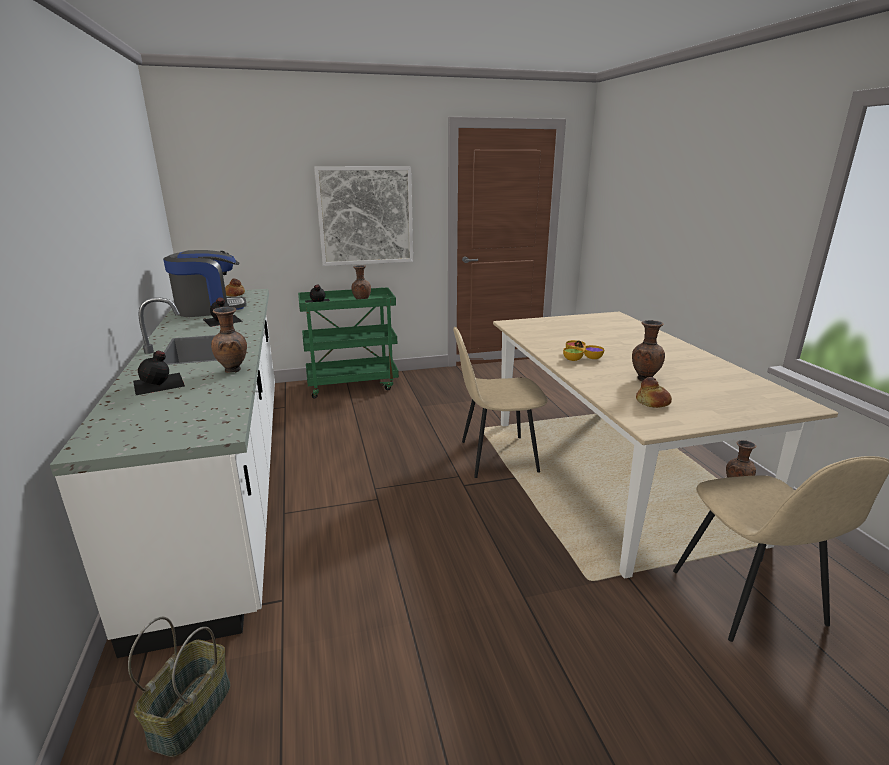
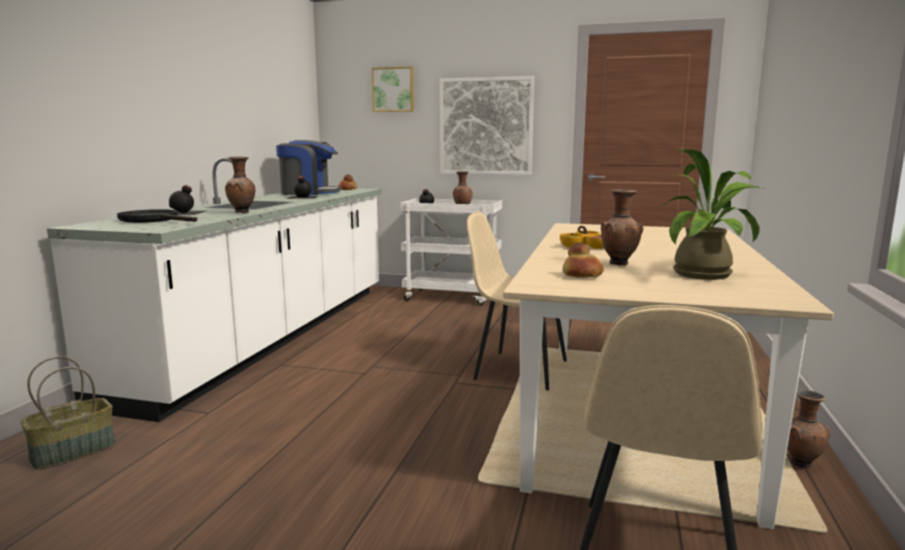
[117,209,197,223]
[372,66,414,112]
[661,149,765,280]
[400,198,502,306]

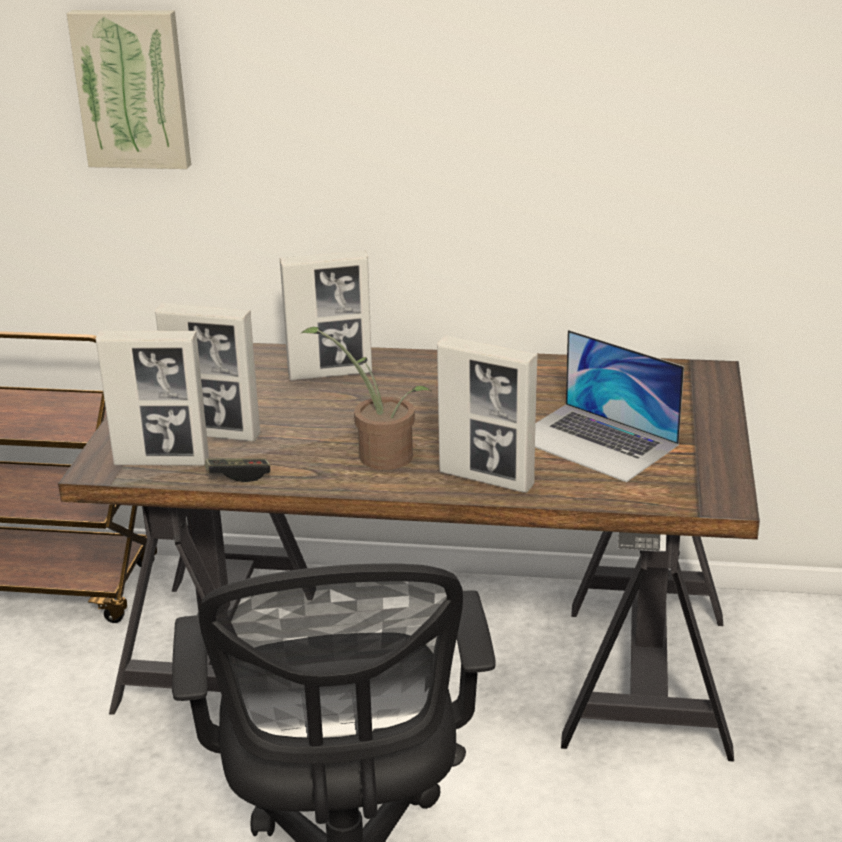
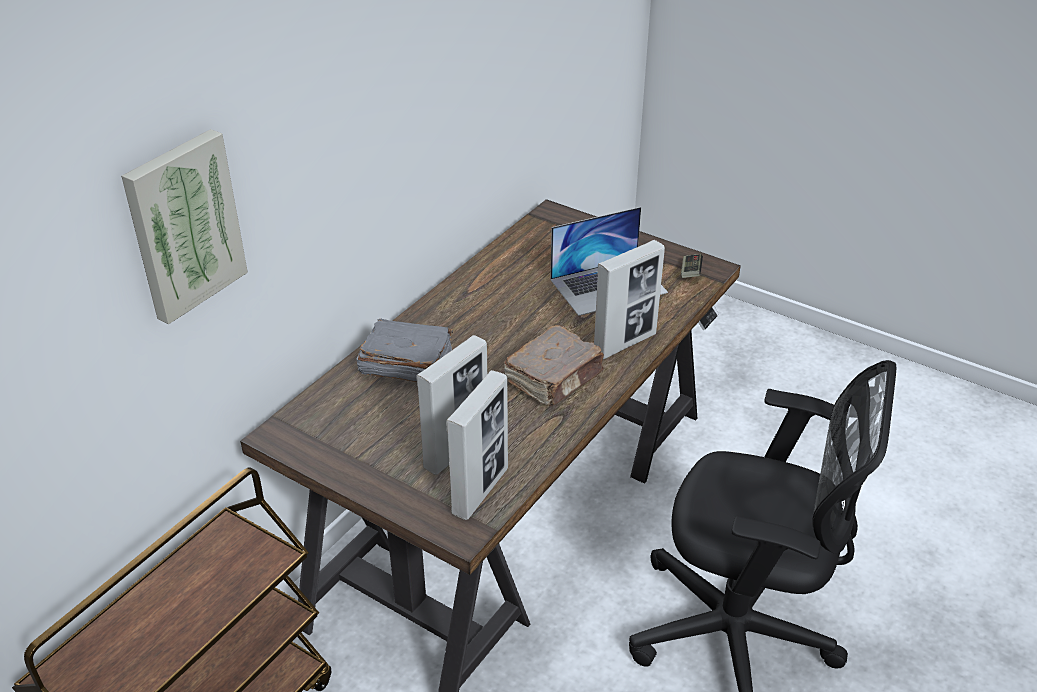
[681,254,703,278]
[356,319,453,382]
[504,325,604,406]

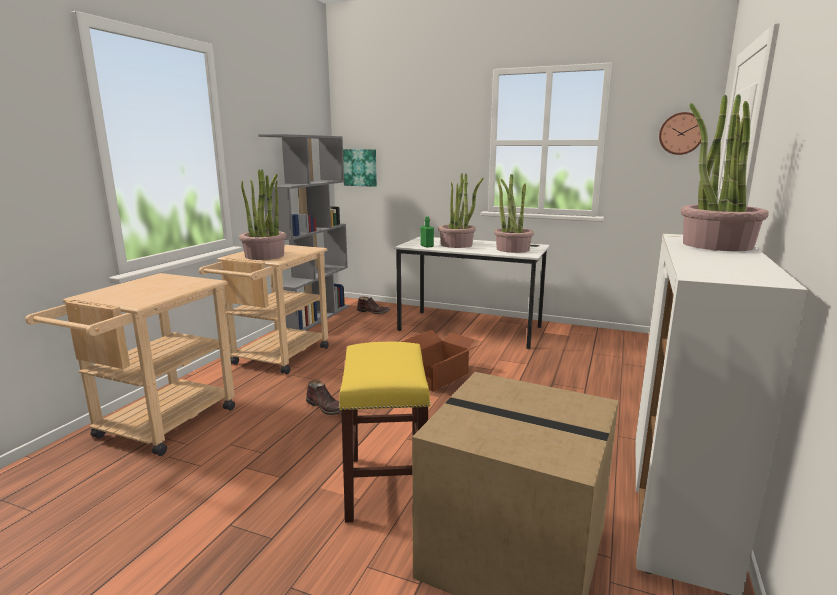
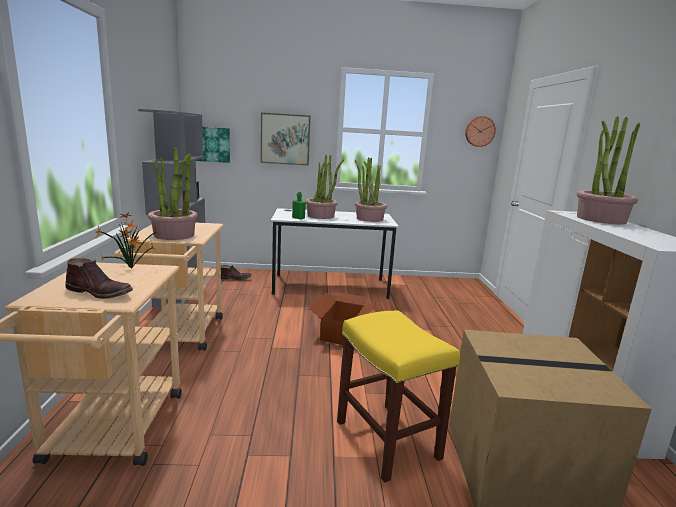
[96,212,160,268]
[260,113,310,165]
[65,258,133,299]

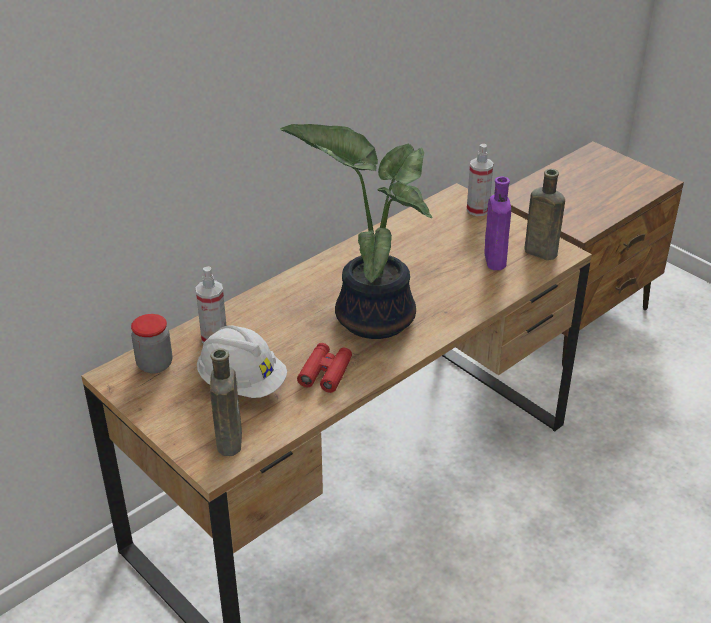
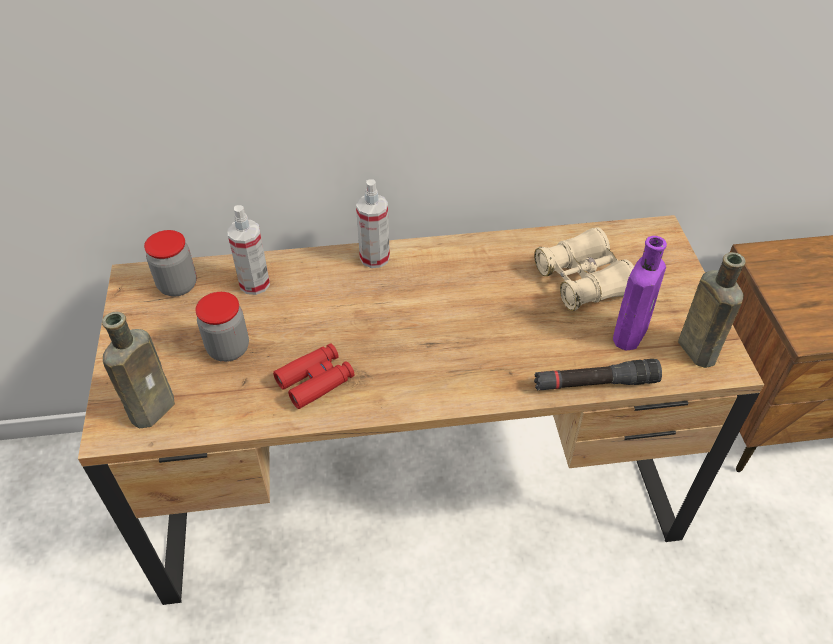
[280,124,433,339] (first image)
[534,227,634,311]
[534,359,662,390]
[356,179,390,268]
[196,292,249,362]

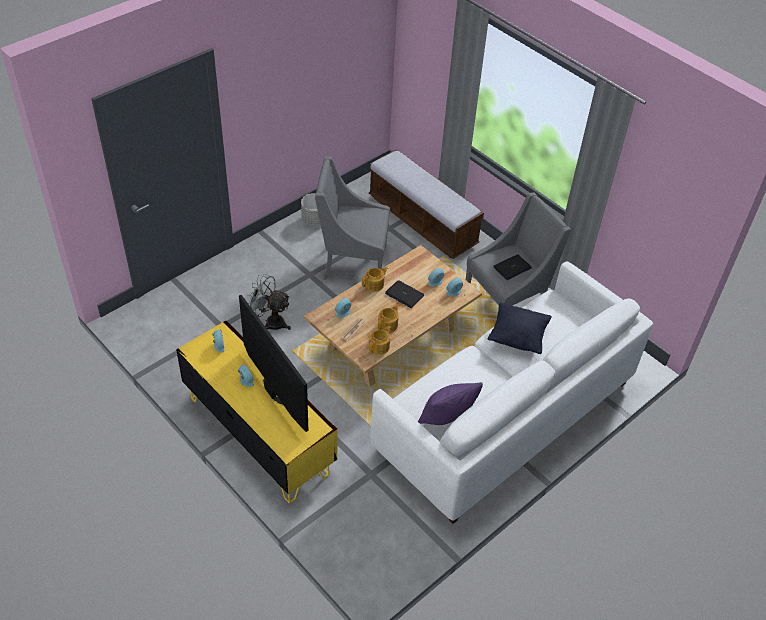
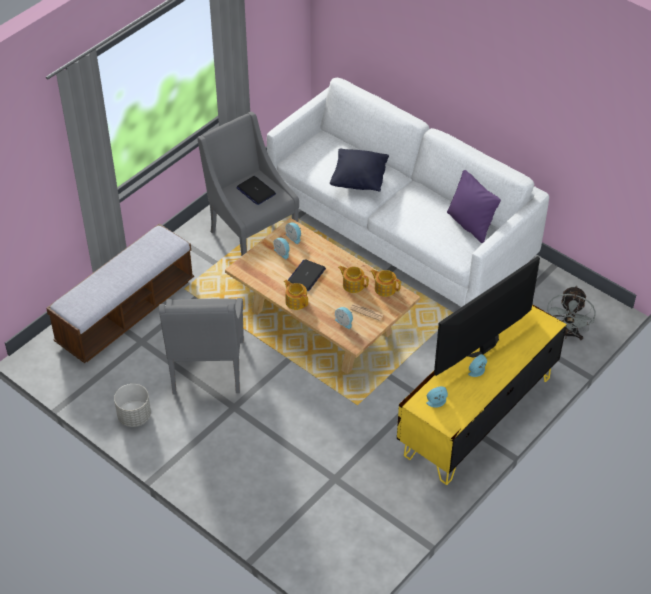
[546,285,596,340]

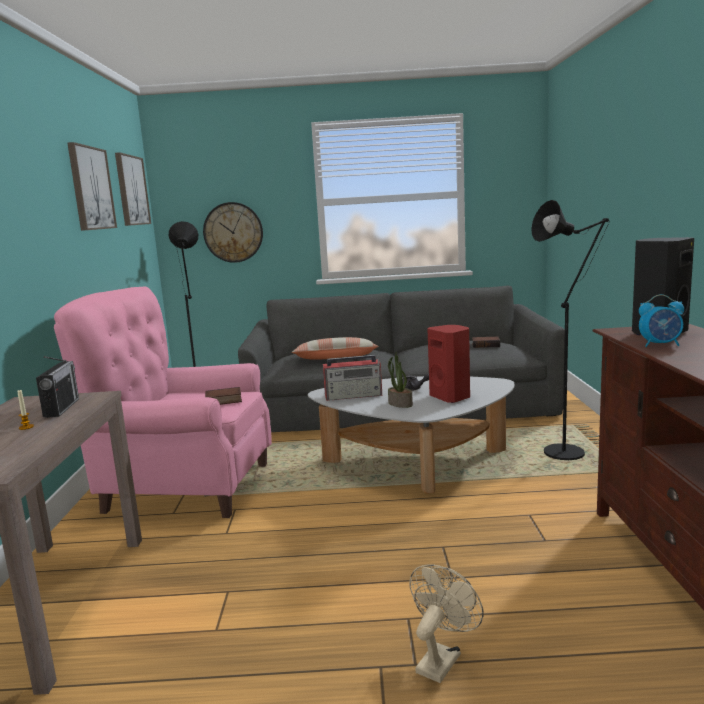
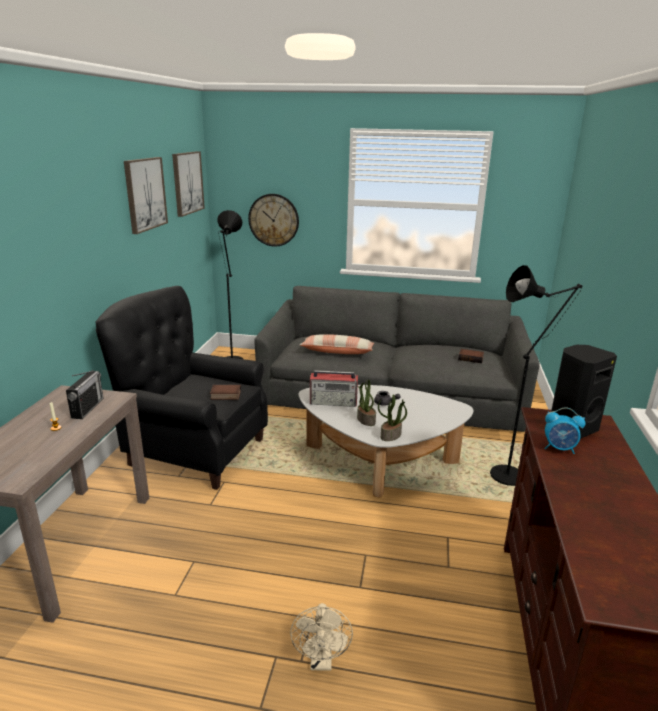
[428,325,470,403] (first image)
[378,394,407,441]
[95,286,268,490]
[290,603,353,671]

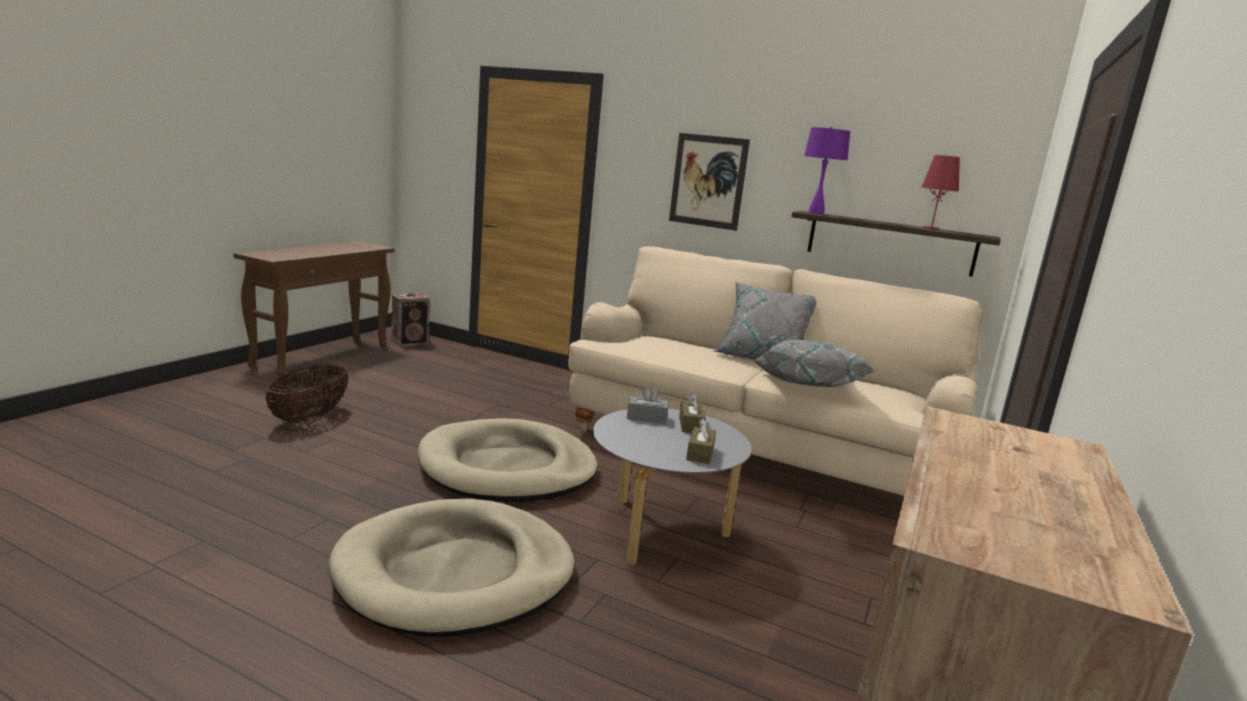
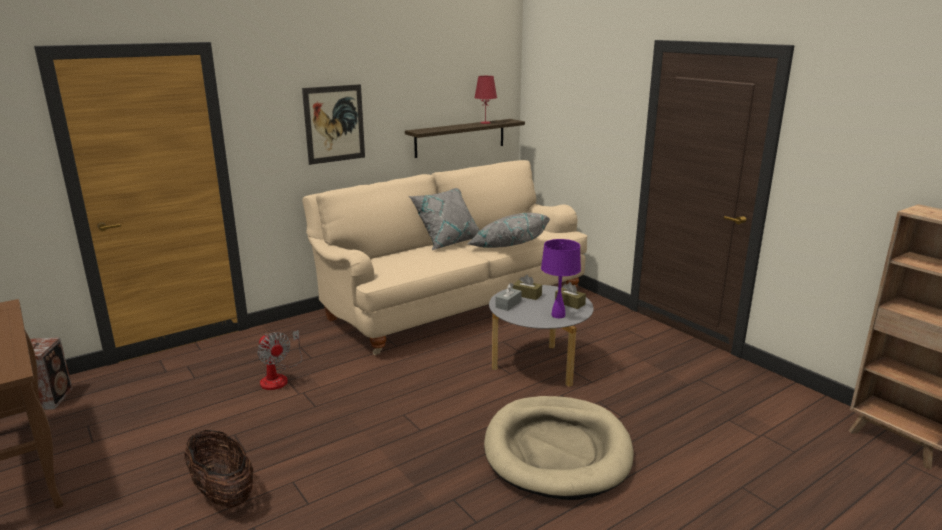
[418,419,598,502] (first image)
[257,330,302,390]
[541,239,581,318]

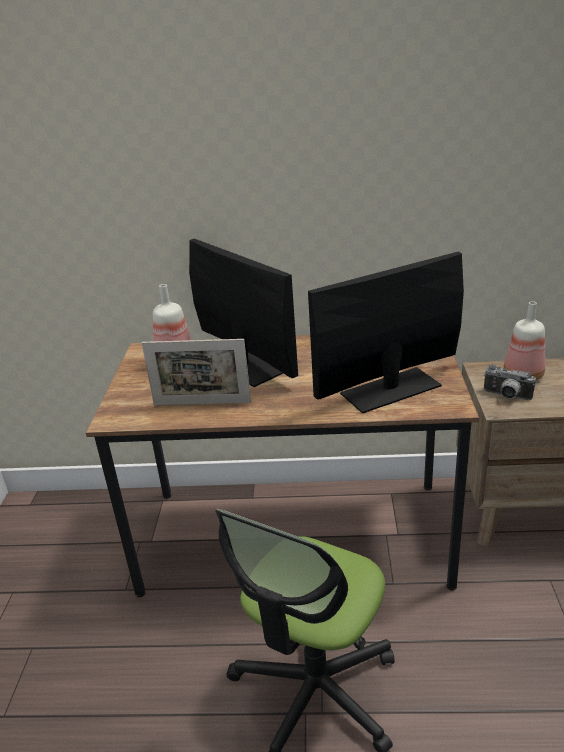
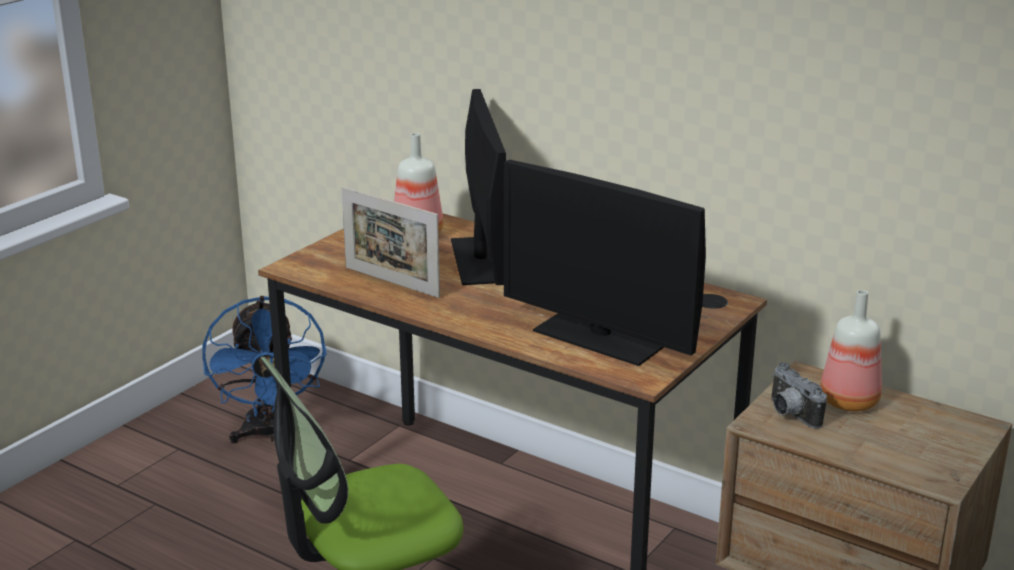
[202,296,327,443]
[504,160,706,366]

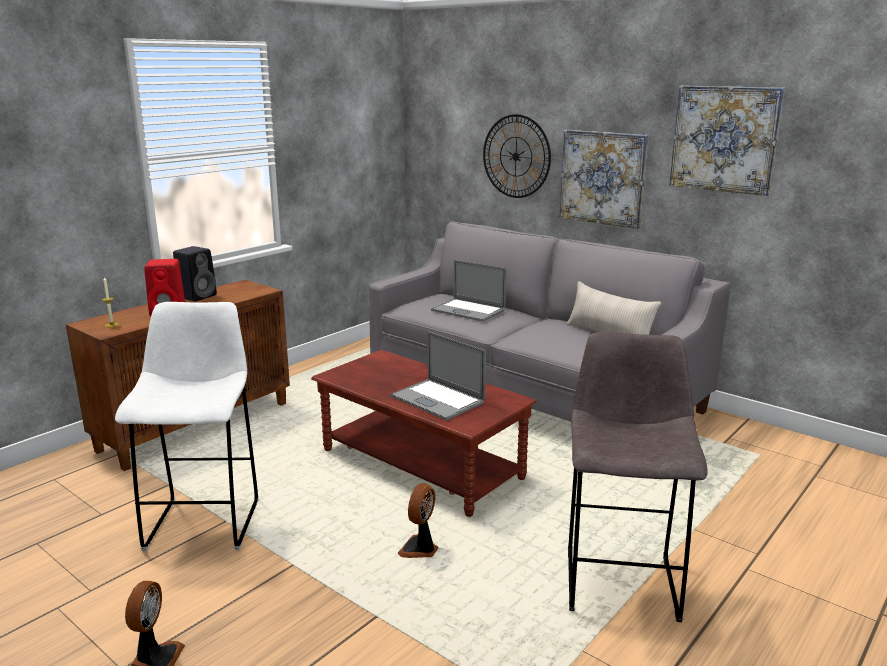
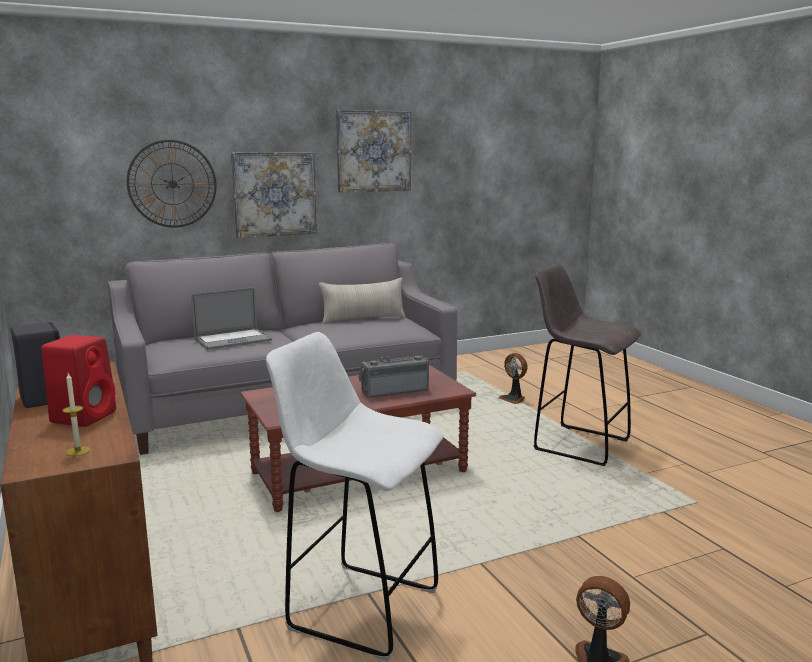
[499,353,528,404]
[358,355,429,398]

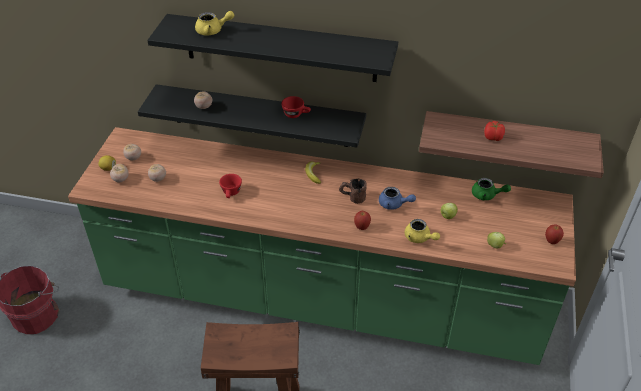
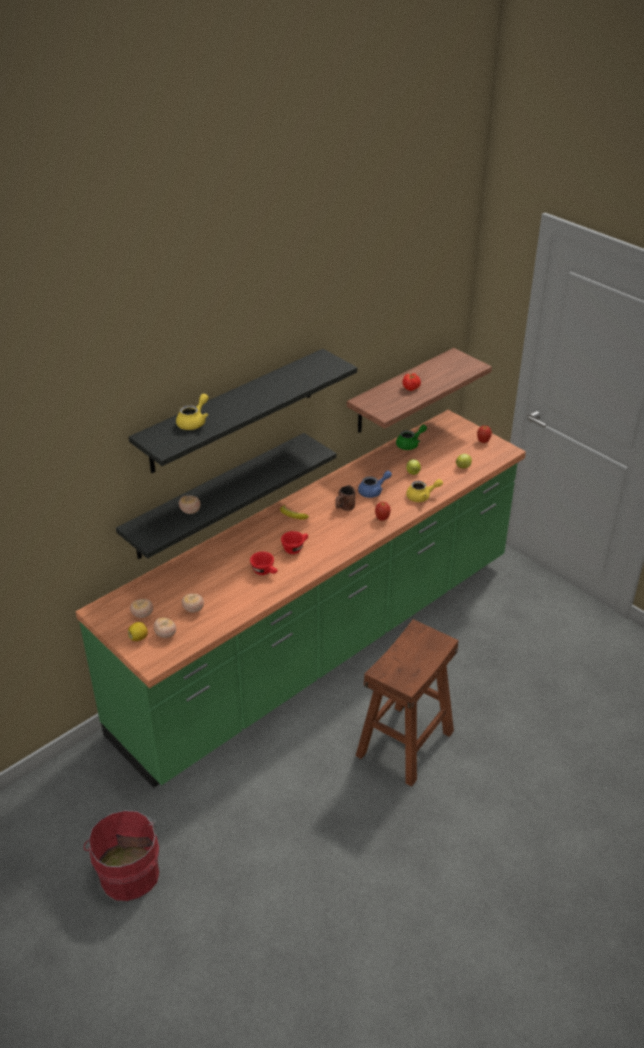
[281,531,308,554]

